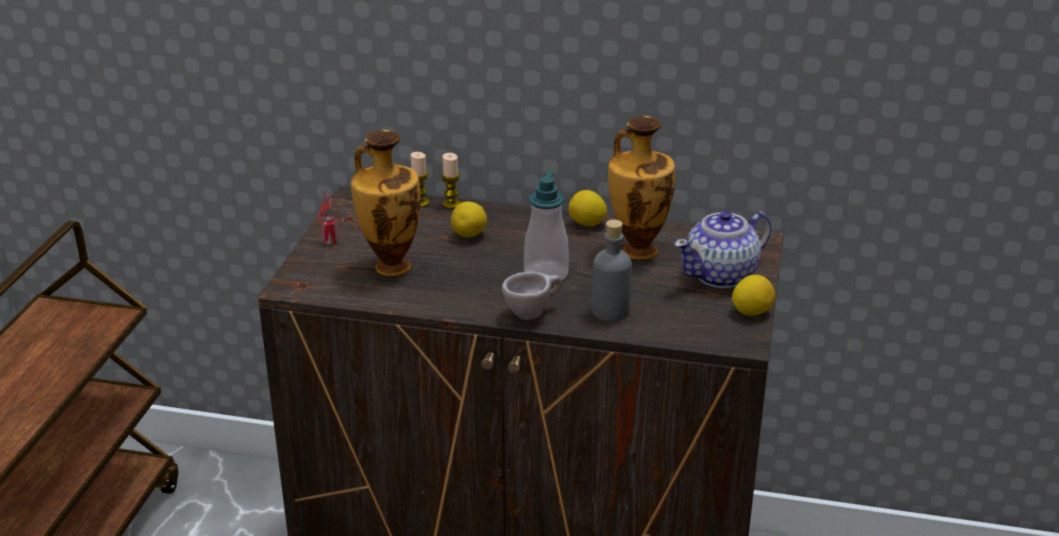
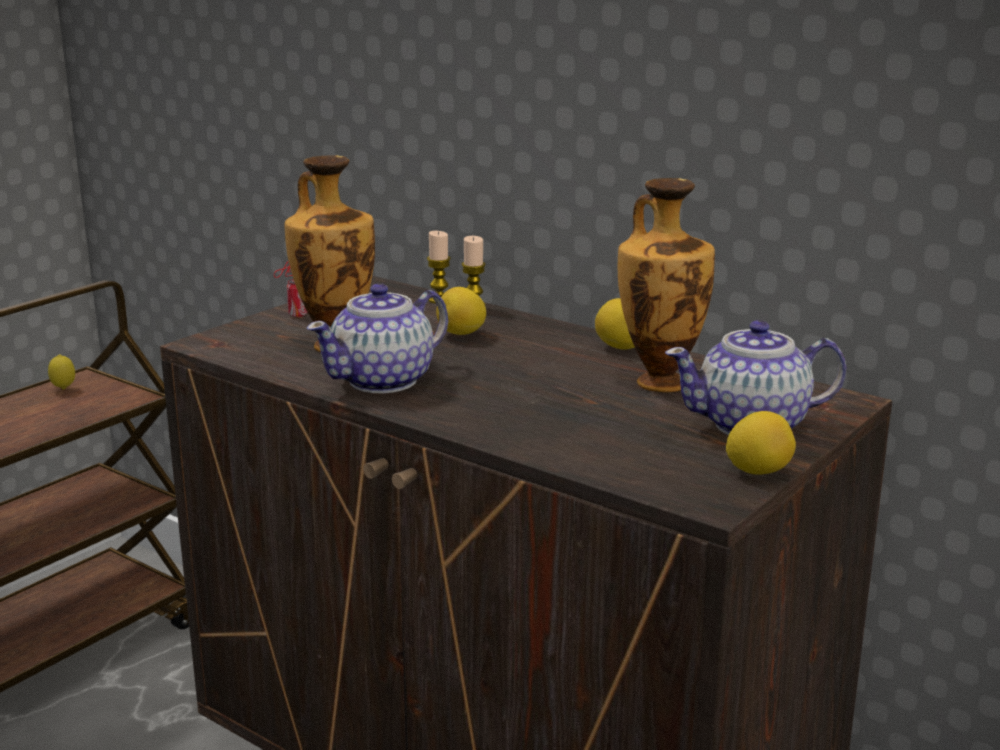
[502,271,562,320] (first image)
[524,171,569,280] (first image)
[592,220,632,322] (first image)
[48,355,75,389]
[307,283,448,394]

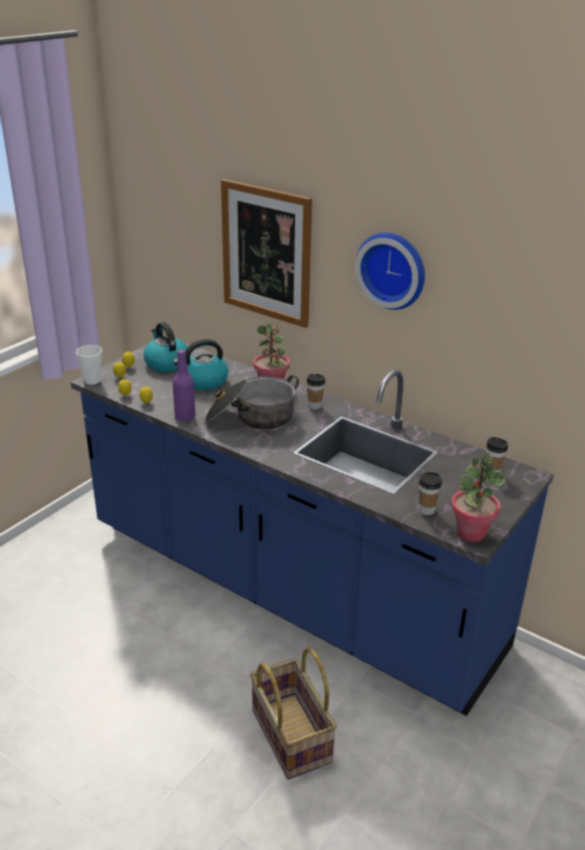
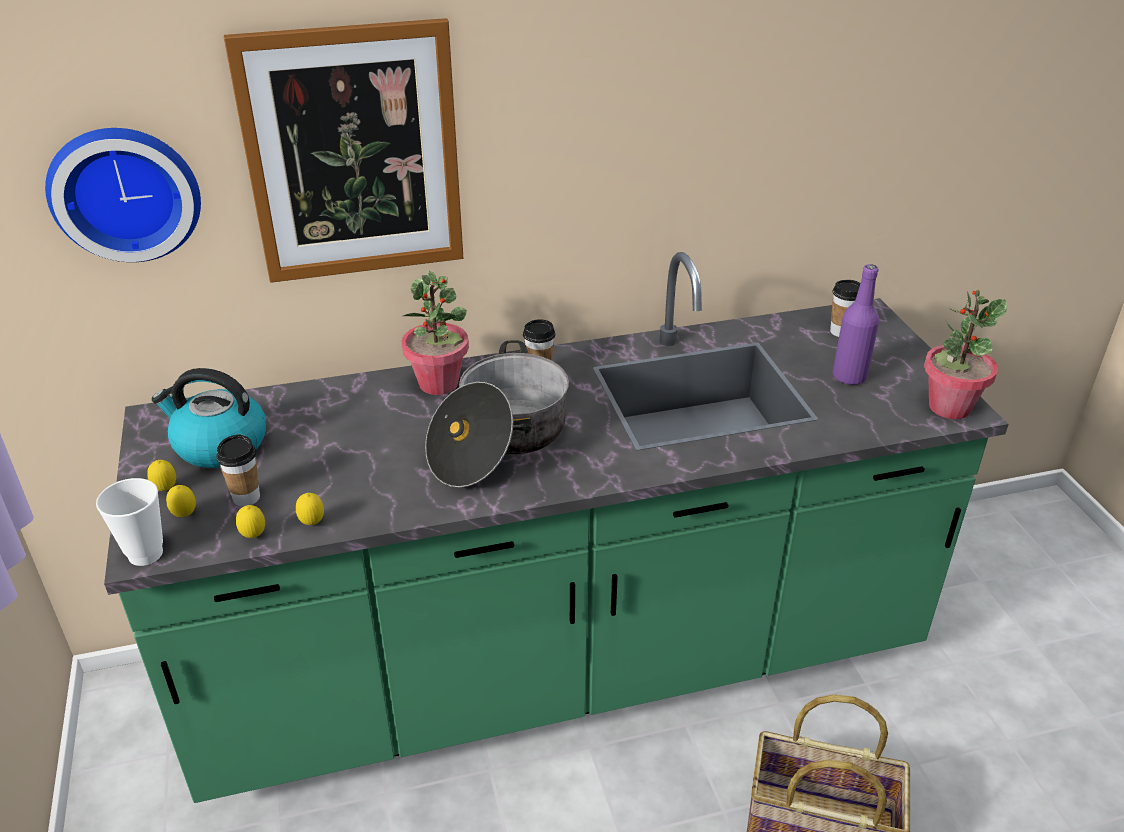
[173,339,228,390] (first image)
[832,264,879,385]
[45,128,201,262]
[216,435,260,507]
[104,252,1009,803]

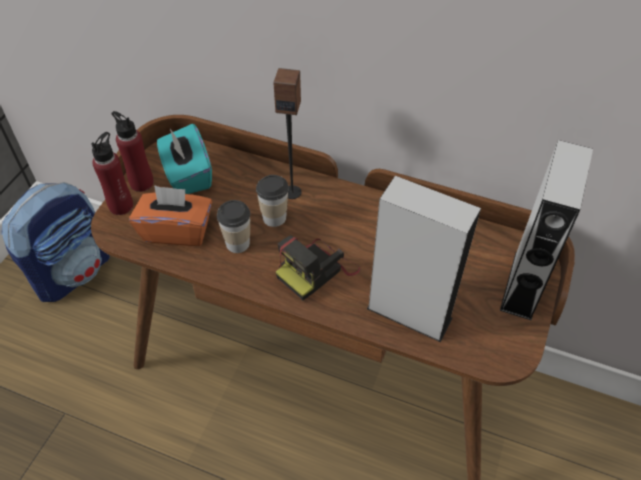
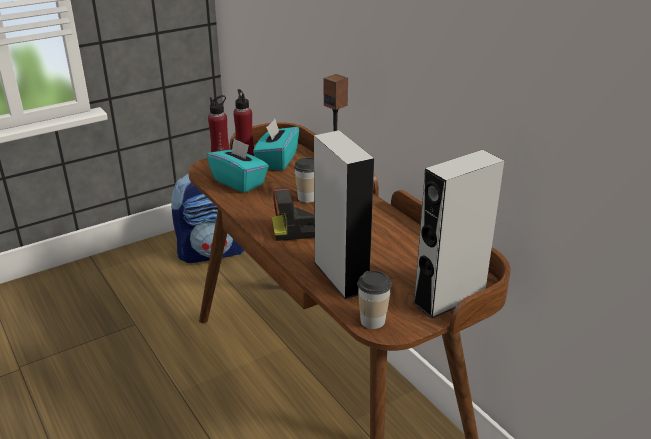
[358,271,392,329]
[207,138,269,193]

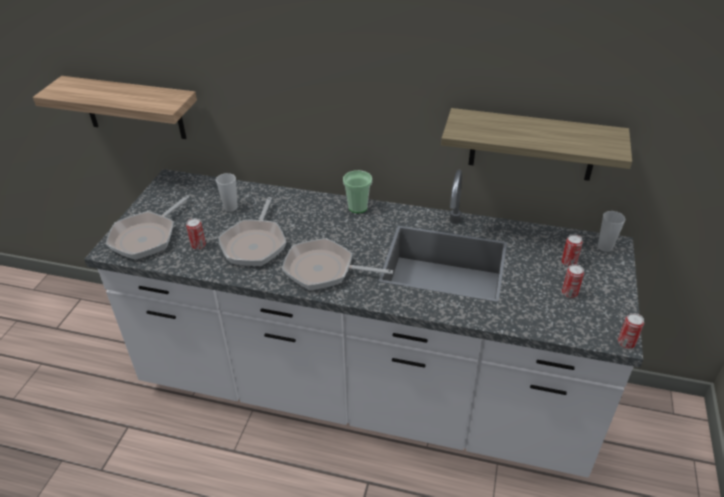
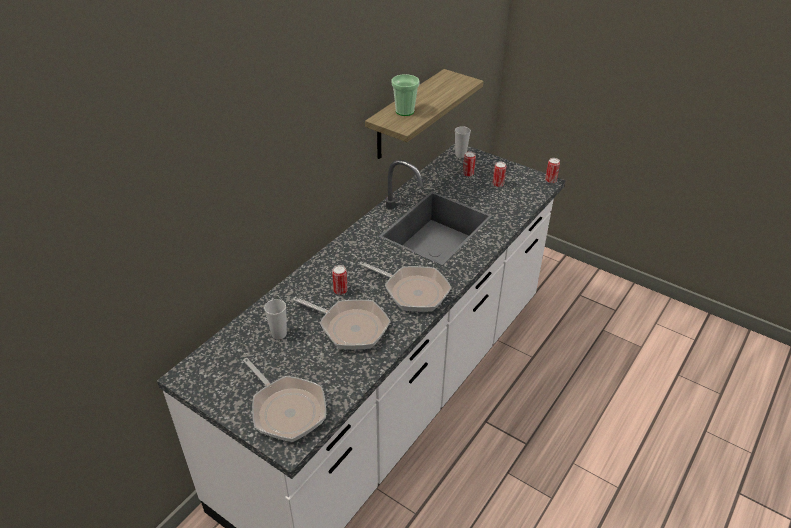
[33,76,197,139] (first image)
[332,265,348,295]
[391,74,420,116]
[359,262,452,312]

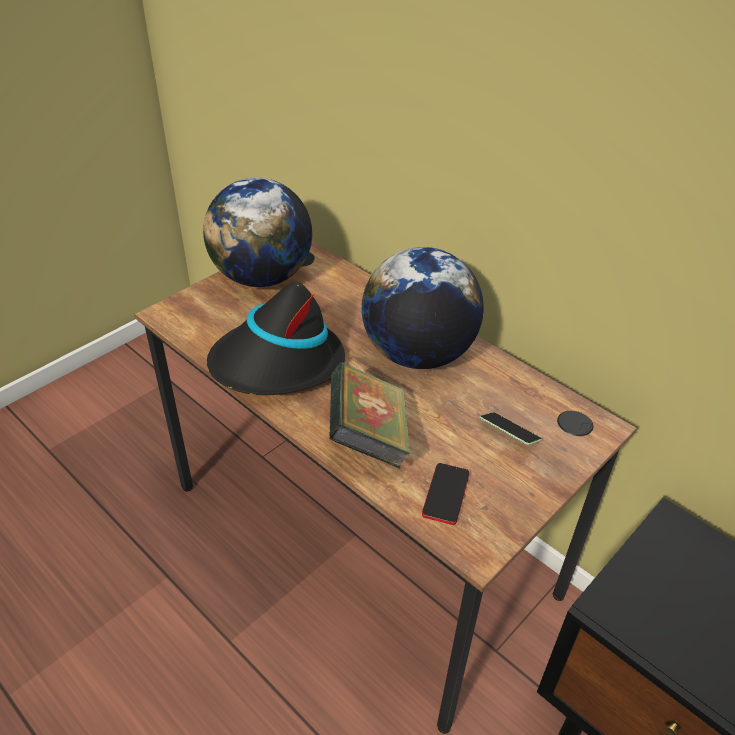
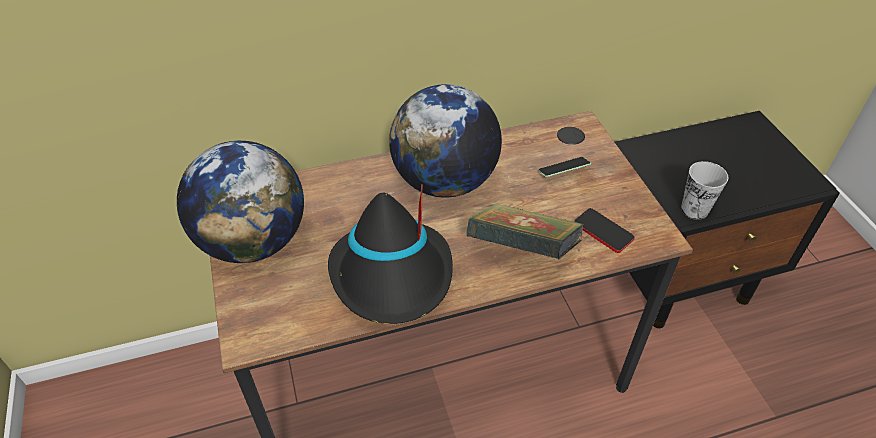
[681,161,728,220]

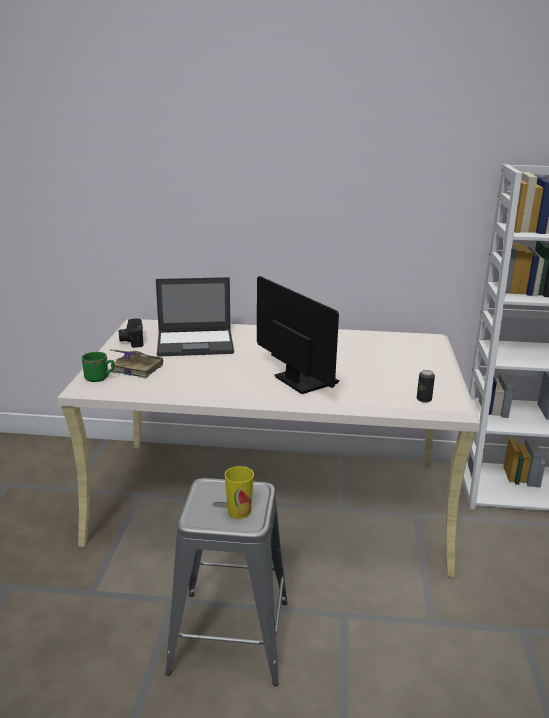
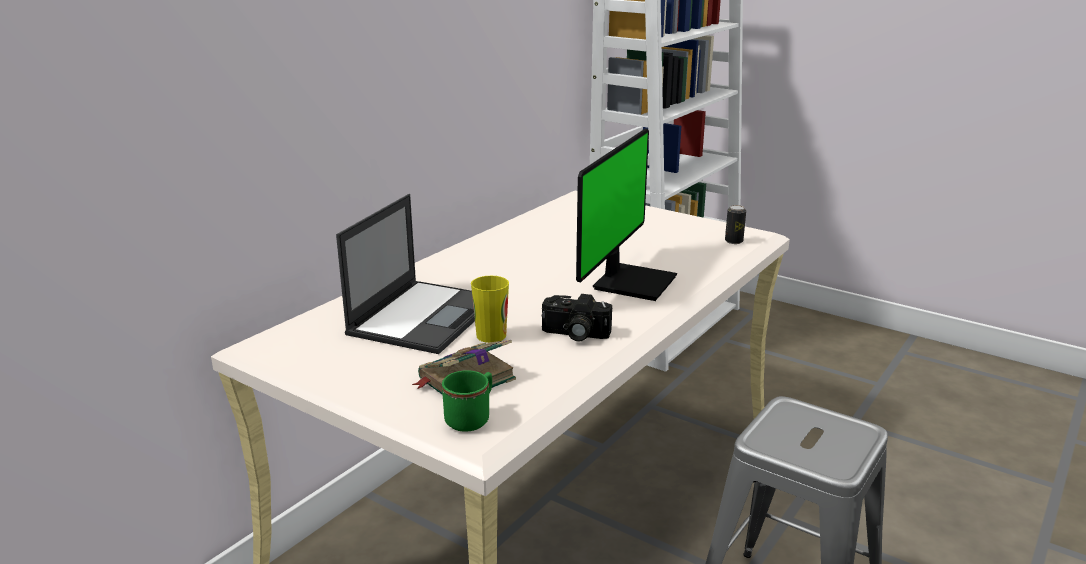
[542,294,612,341]
[471,276,509,343]
[576,129,677,301]

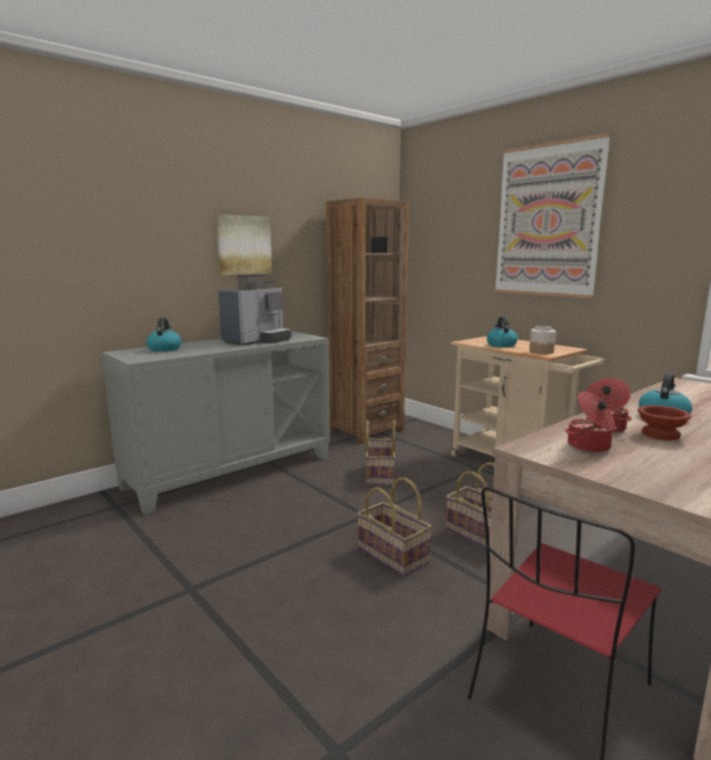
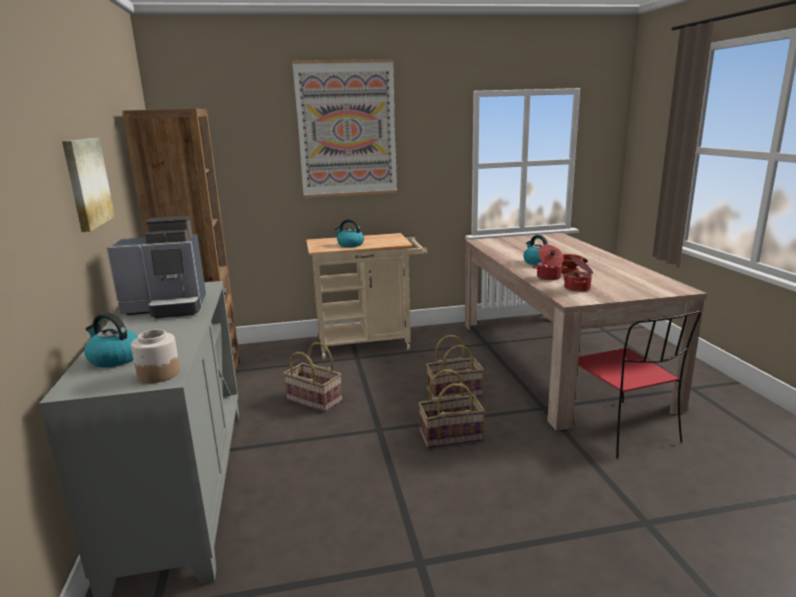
[131,329,180,383]
[107,216,206,318]

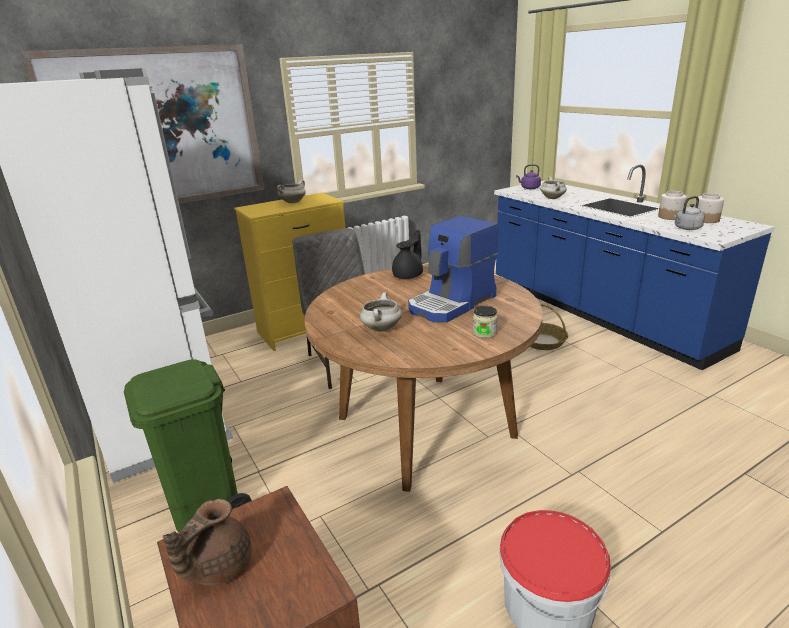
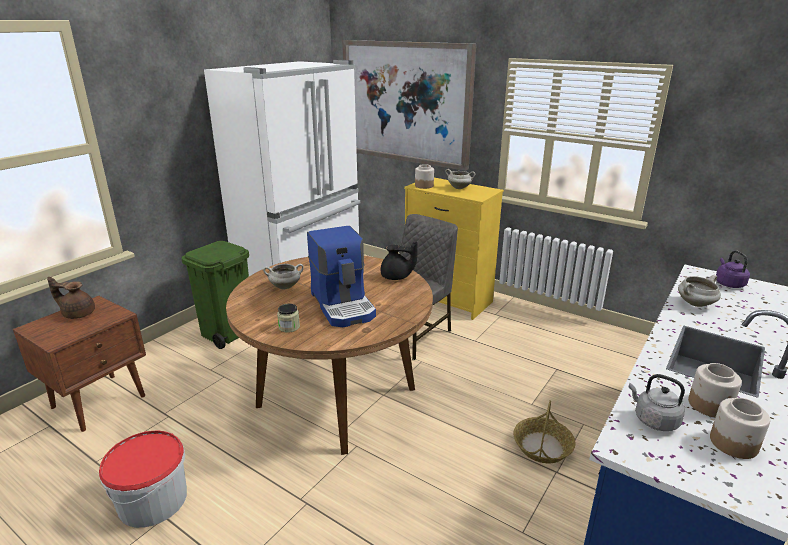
[415,164,434,189]
[307,226,376,327]

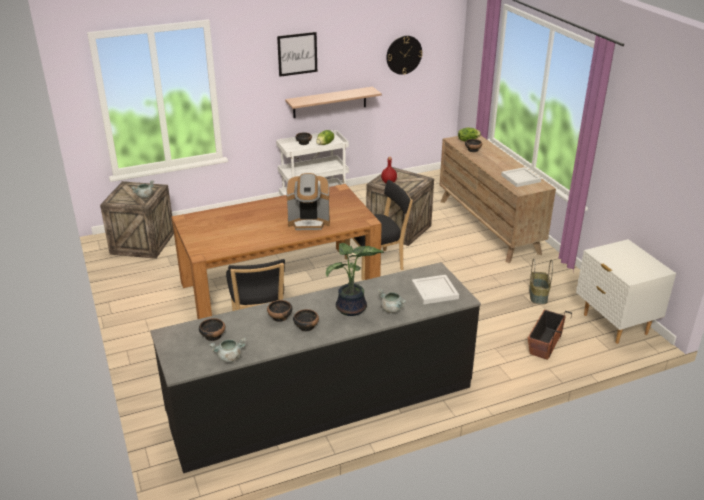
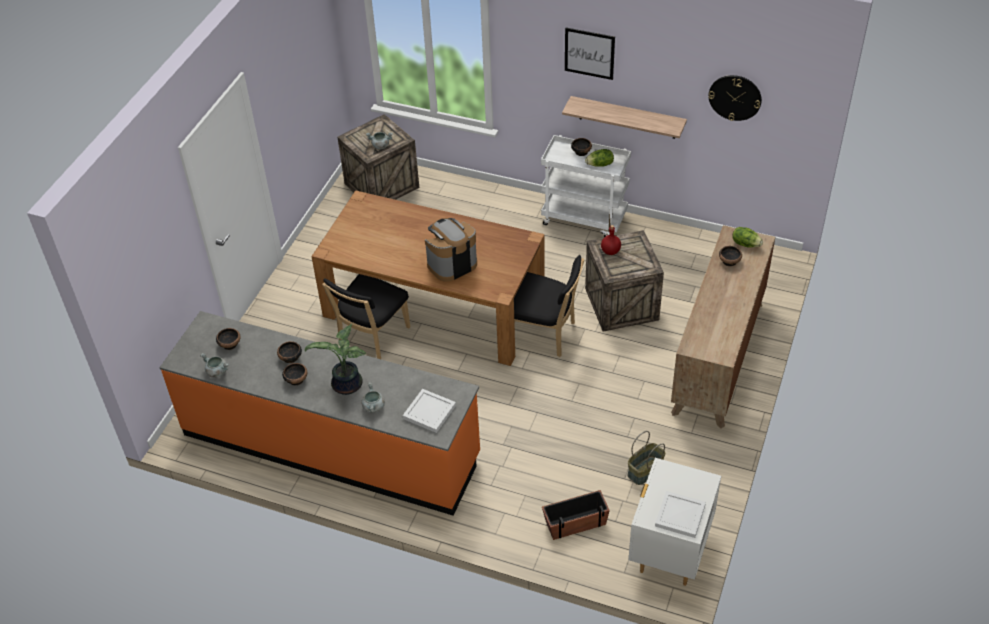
[655,491,706,538]
[159,311,480,516]
[425,218,477,282]

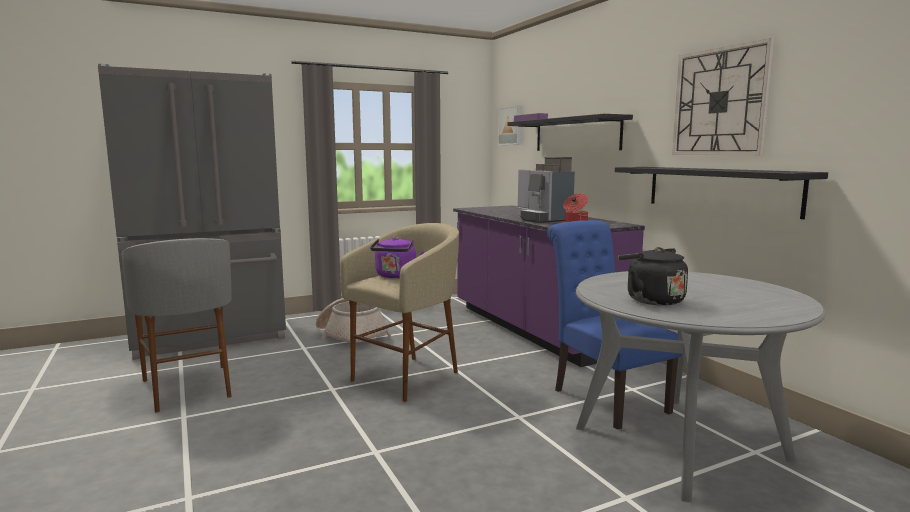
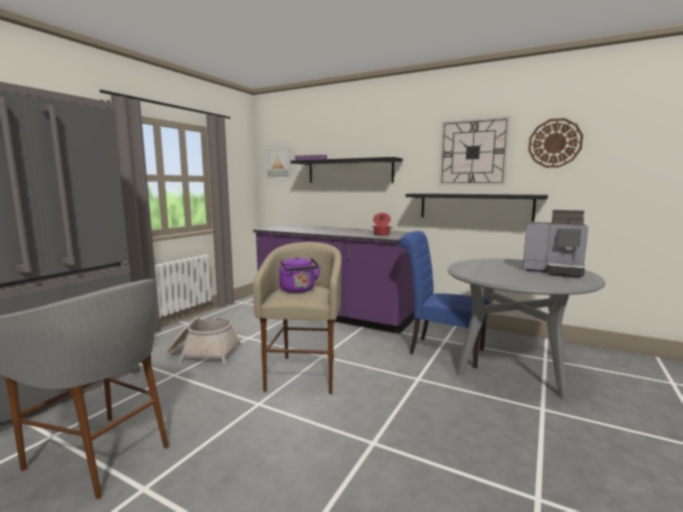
[618,247,688,306] (first image)
[528,118,583,168]
[523,210,589,278]

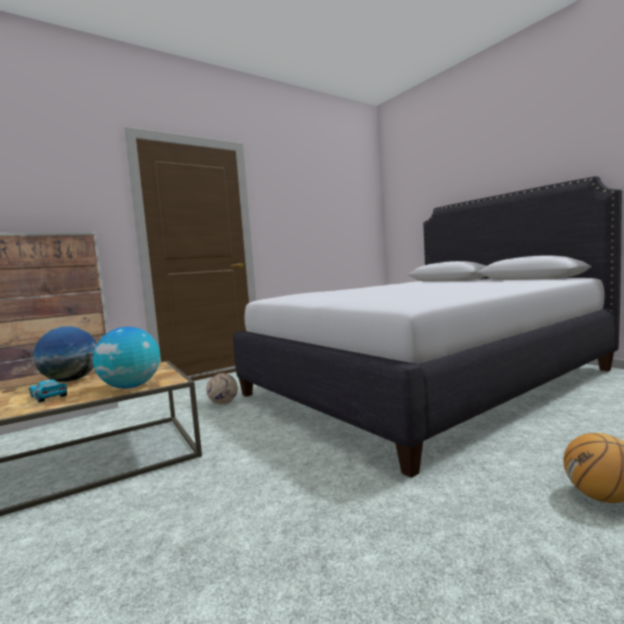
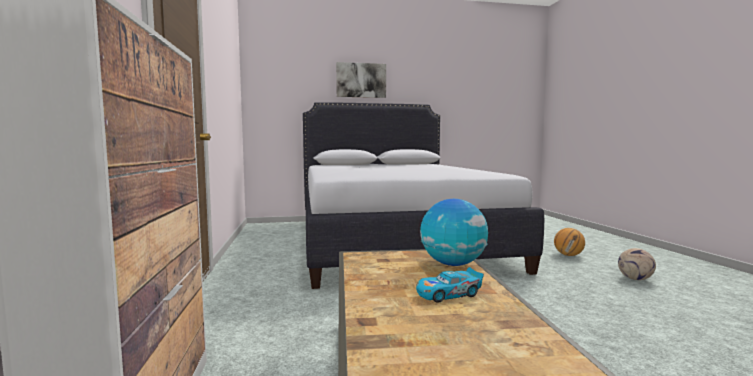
[34,327,97,382] (first image)
[336,62,386,98]
[618,248,656,280]

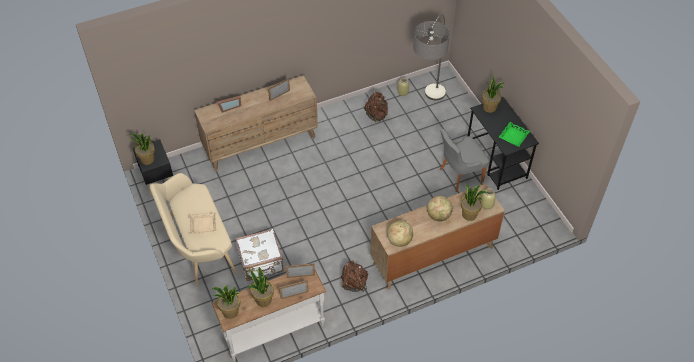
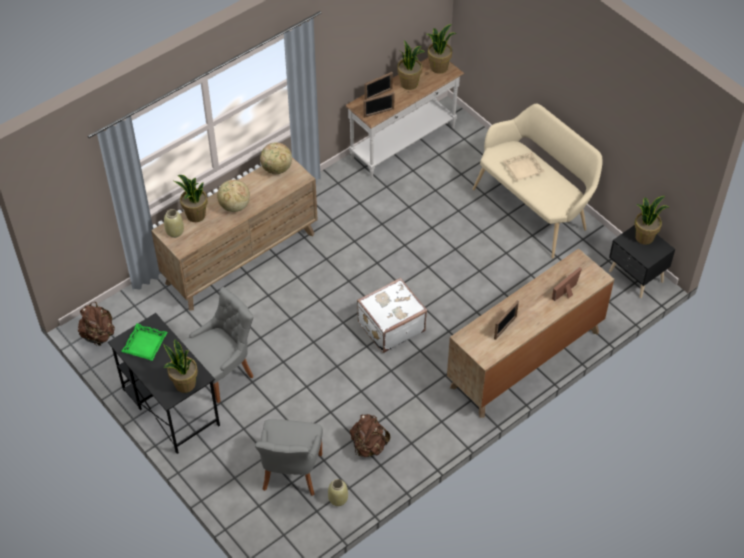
[357,278,427,353]
[78,302,115,346]
[255,419,323,496]

